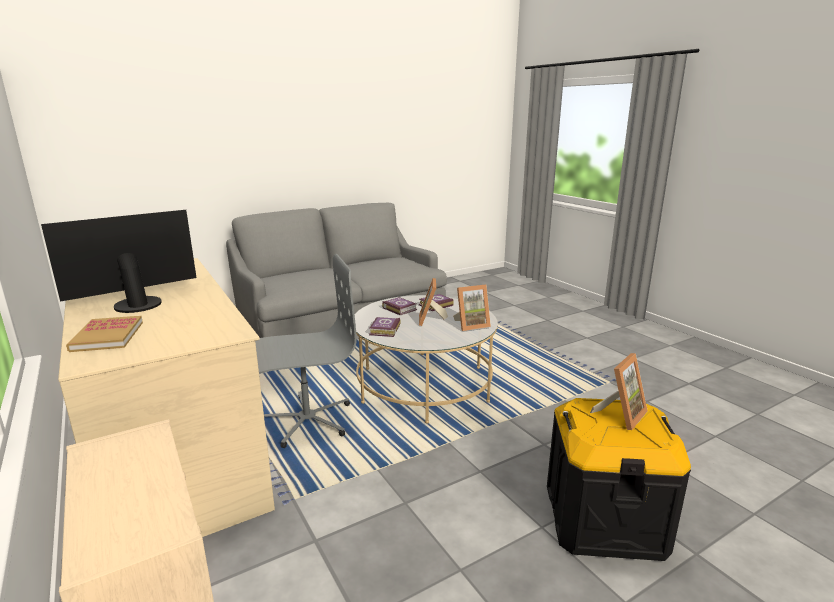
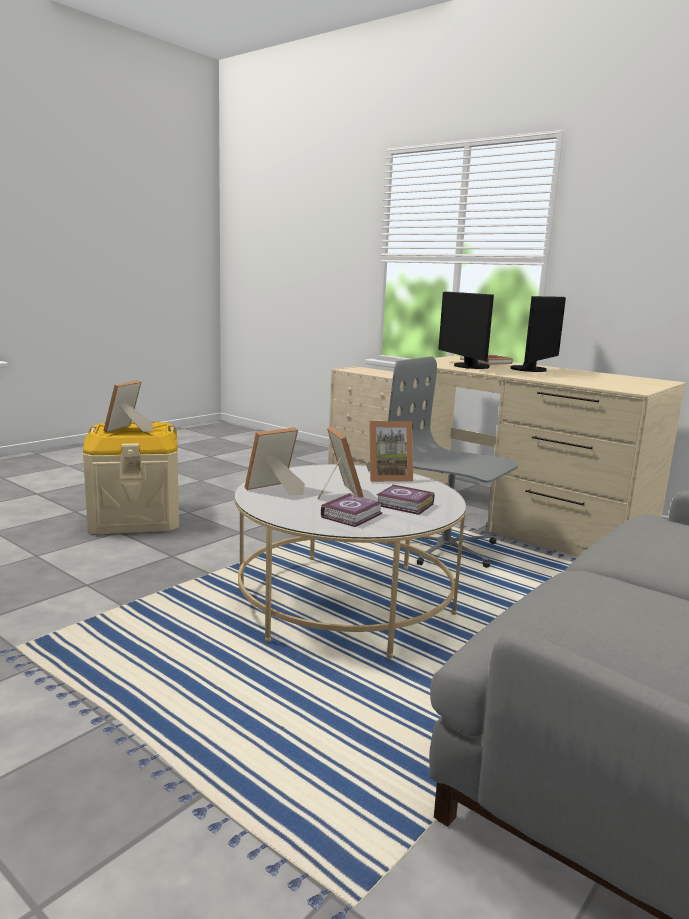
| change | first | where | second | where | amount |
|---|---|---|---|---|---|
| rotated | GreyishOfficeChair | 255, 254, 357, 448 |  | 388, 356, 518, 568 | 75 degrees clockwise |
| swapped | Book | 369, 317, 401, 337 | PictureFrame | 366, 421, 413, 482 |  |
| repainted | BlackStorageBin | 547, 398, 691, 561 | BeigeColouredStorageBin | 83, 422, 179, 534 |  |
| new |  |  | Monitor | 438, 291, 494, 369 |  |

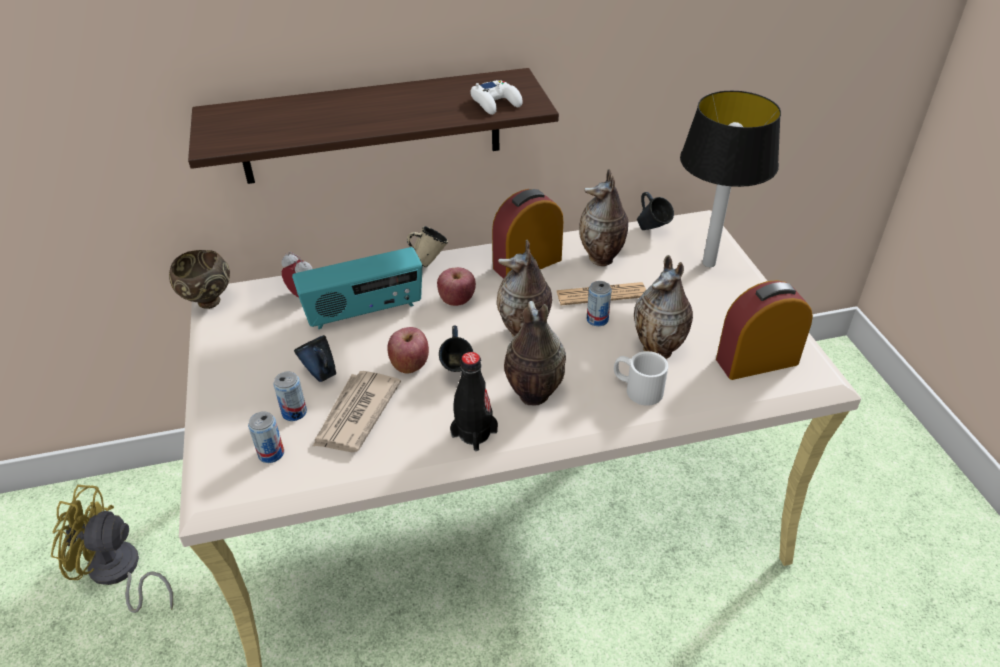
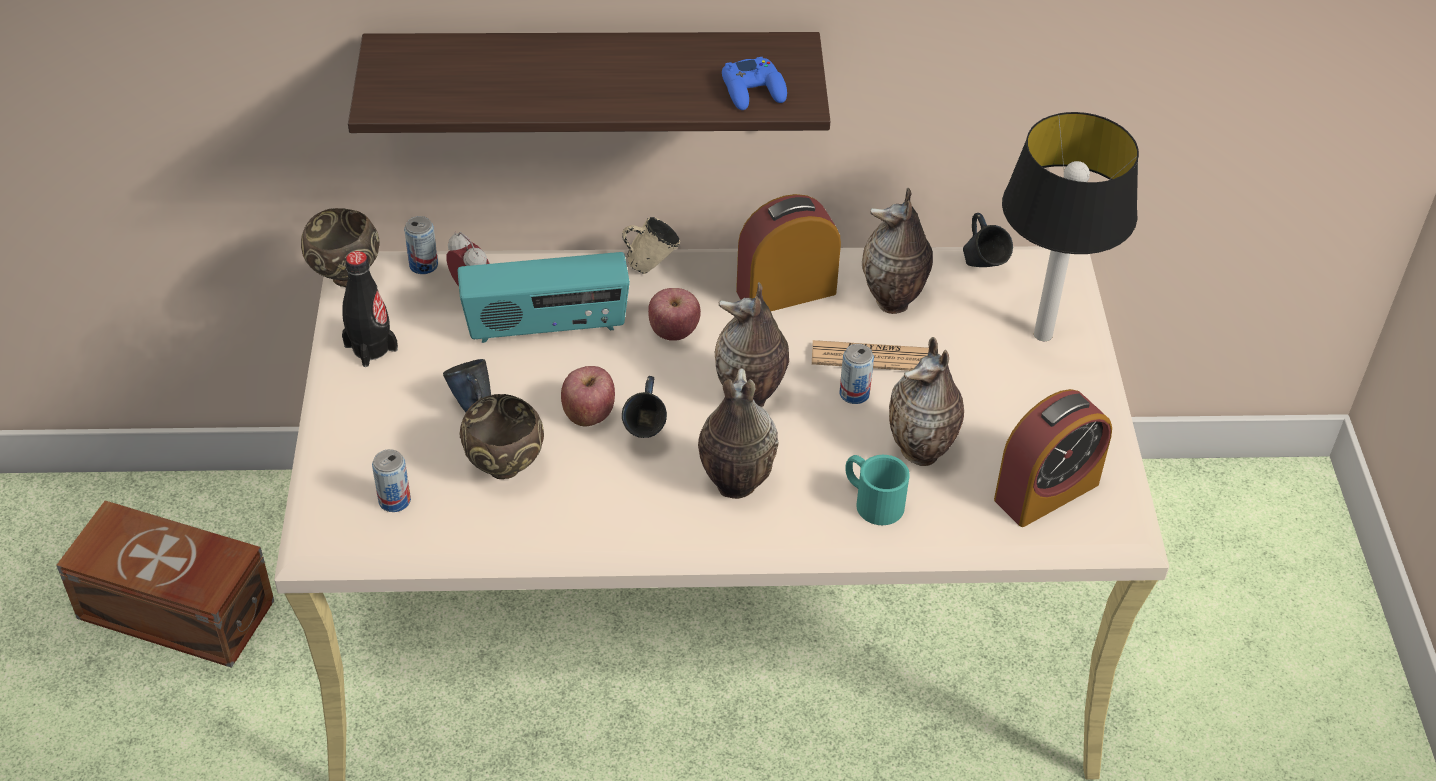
| change | first | where | second | where | amount |
|---|---|---|---|---|---|
| repainted | WhiteGamepad | 470, 80, 523, 115 | BluishGamepad | 722, 57, 787, 110 |  |
| rotated | BedsideClock | 716, 280, 813, 380 |  | 994, 389, 1112, 527 | 150 degrees clockwise |
| repainted | WhiteMug | 614, 351, 668, 406 | BlueGreenMug | 845, 455, 910, 525 |  |
| shifted | BlackBeverageBottle | 450, 352, 498, 451 |  | 342, 251, 398, 367 |  |
| shifted | MetalCan | 274, 371, 307, 421 |  | 404, 216, 438, 274 |  |
| swapped | PrintedPaper | 312, 371, 401, 452 | BrownDeepDish | 460, 394, 544, 479 |  |
| swapped | YellowColouredElectricFan | 51, 485, 173, 613 | BrownStorageBin | 56, 501, 274, 668 |  |

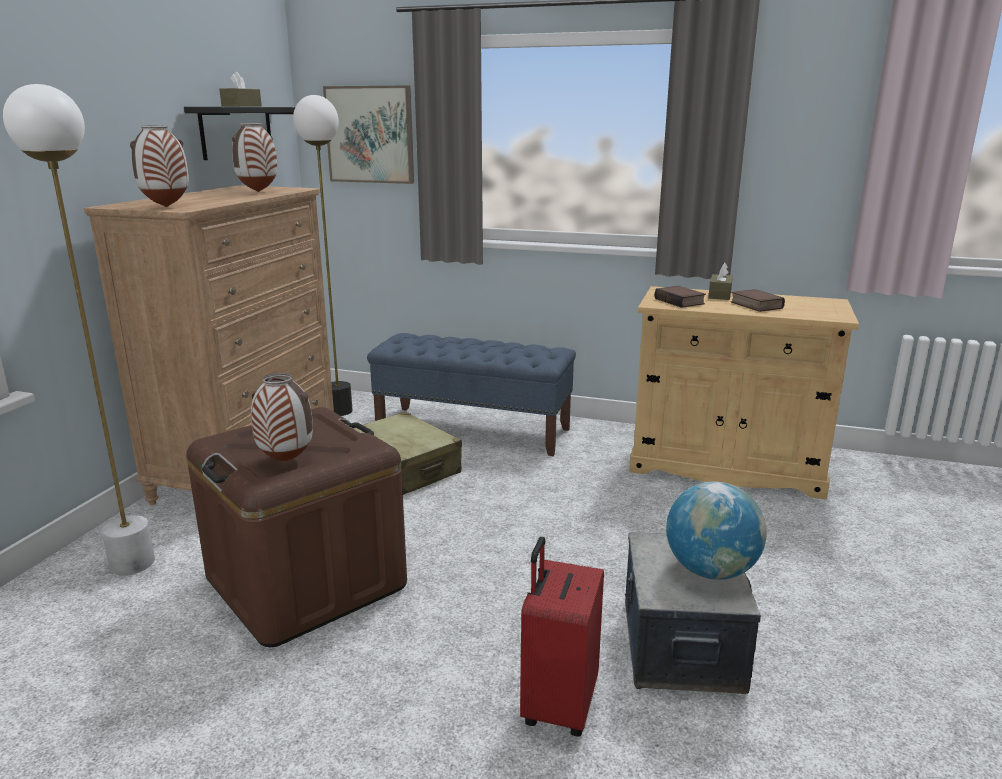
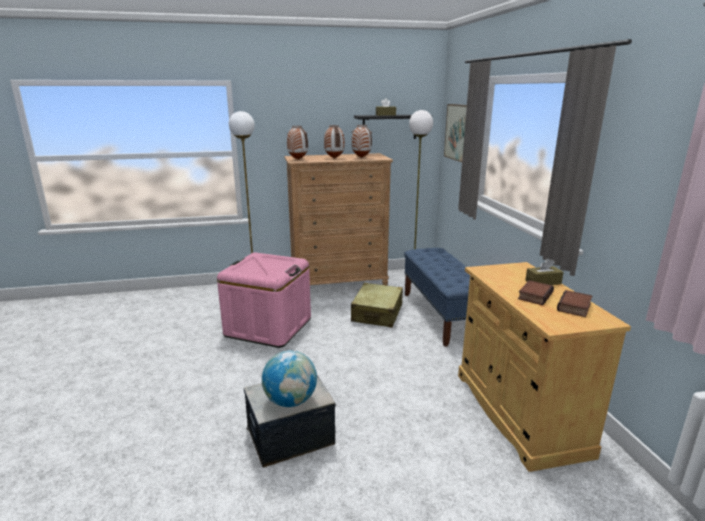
| change | first | where | second | where | amount |
|---|---|---|---|---|---|
| shifted | Book | 654, 286, 706, 308 |  | 557, 290, 592, 317 |  |
| shifted | FlowerVase | 251, 373, 313, 462 |  | 324, 125, 345, 159 |  |
| repainted | BrownStorageBin | 186, 407, 407, 647 | PinkishStorageBin | 217, 253, 311, 348 |  |
| gone | RedColouredSuitcase | 520, 537, 604, 737 |  |  |  |

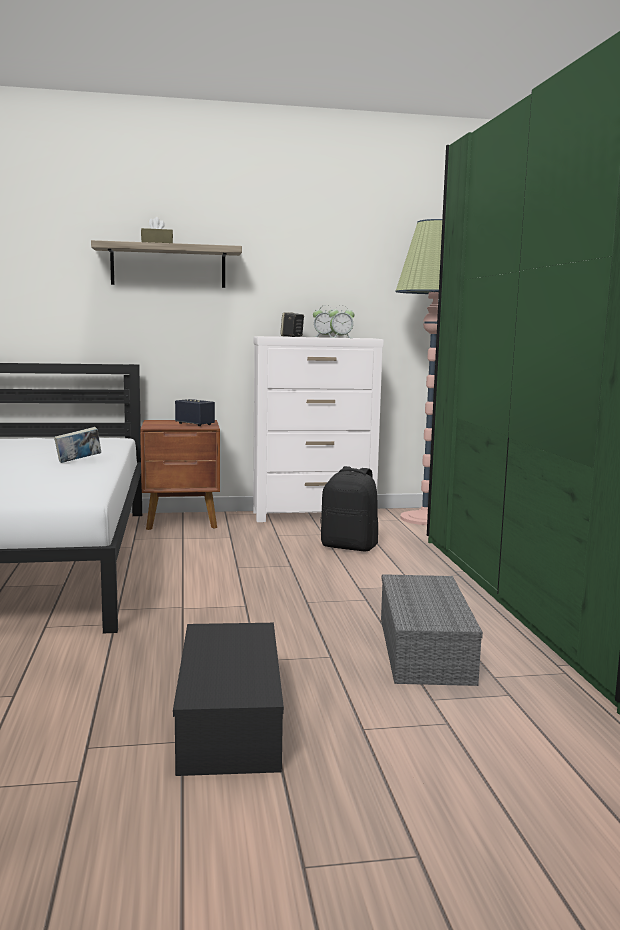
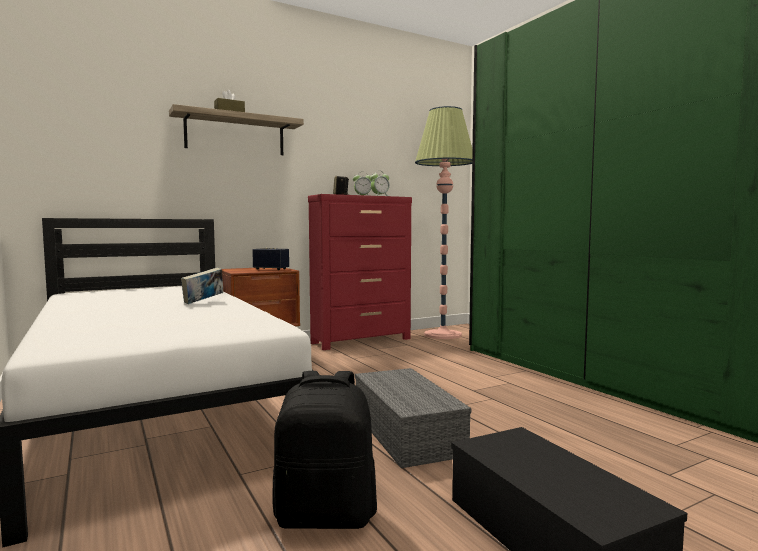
| change | first | where | second | where | amount |
|---|---|---|---|---|---|
| repainted | WhiteDresser | 253, 336, 384, 522 | RedColouredDresser | 308, 194, 412, 350 |  |
| shifted | BlackBackpack | 321, 466, 378, 551 |  | 272, 371, 377, 529 |  |
| shifted | GreyishStorageBin | 381, 574, 483, 686 |  | 355, 368, 471, 468 |  |

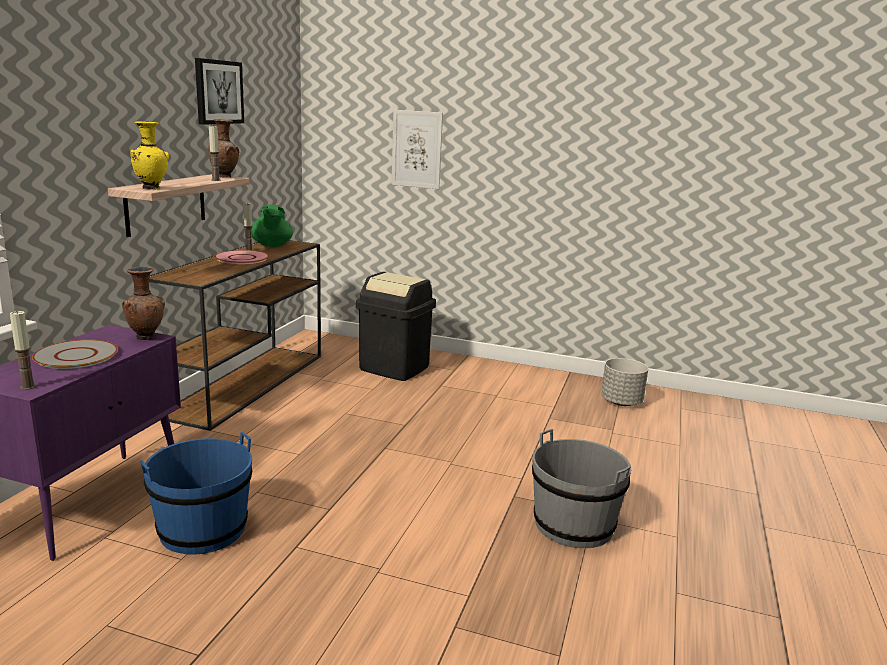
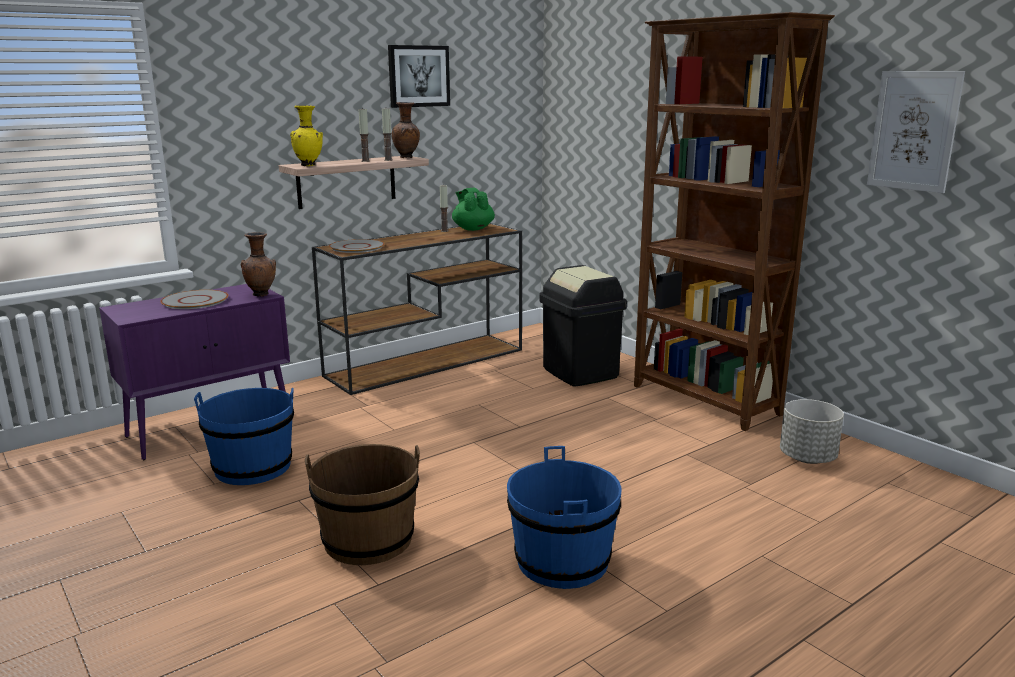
| change | first | where | second | where | amount |
|---|---|---|---|---|---|
| shifted | WallArt | 391, 110, 443, 189 |  | 867, 71, 965, 193 |  |
| rotated | GreenishTeapot | 251, 205, 293, 247 |  | 452, 188, 495, 231 | 135 degrees clockwise |
| gone | PinkishDinnerPlate | 214, 250, 270, 264 |  |  |  |
| shifted | WaxCandle | 10, 310, 36, 390 |  | 359, 107, 370, 162 |  |
| repainted | GreyishPail | 532, 429, 631, 548 | BluishPail | 507, 446, 621, 589 |  |
| new |  |  | BrownShelvingUnit | 634, 12, 835, 431 |  |
| new |  |  | GreyishDinnerPlate | 329, 239, 385, 253 |  |
| new |  |  | BrownPail | 305, 444, 420, 565 |  |

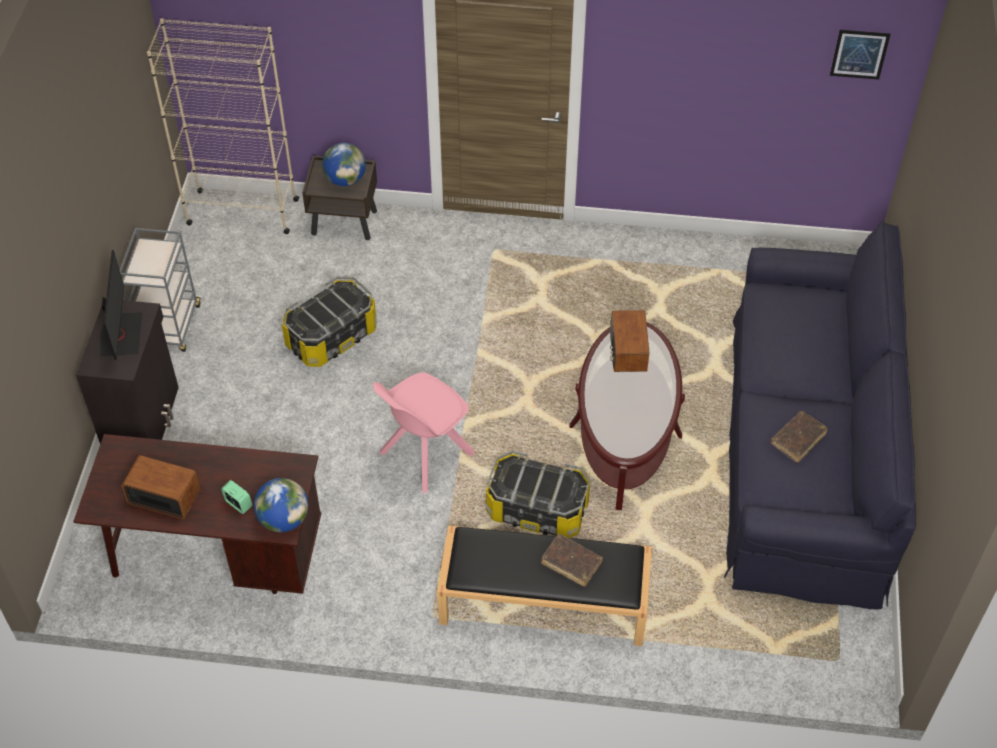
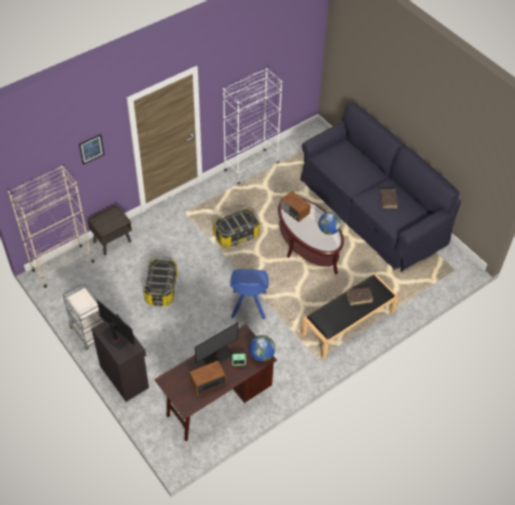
| change | first | where | second | where | amount |
|---|---|---|---|---|---|
| shifted | WallArt | 830, 30, 891, 80 |  | 79, 134, 105, 165 |  |
| shifted | DeskGlobe | 322, 143, 366, 186 |  | 319, 212, 341, 235 |  |
| repainted | PinkishPlainChair | 373, 372, 475, 493 | BluishPlainChair | 230, 269, 269, 320 |  |
| shifted | StorageBin | 486, 451, 590, 538 |  | 213, 207, 260, 248 |  |
| new |  |  | WhiteShelvingUnit | 223, 68, 282, 184 |  |
| new |  |  | Monitor | 195, 322, 238, 365 |  |

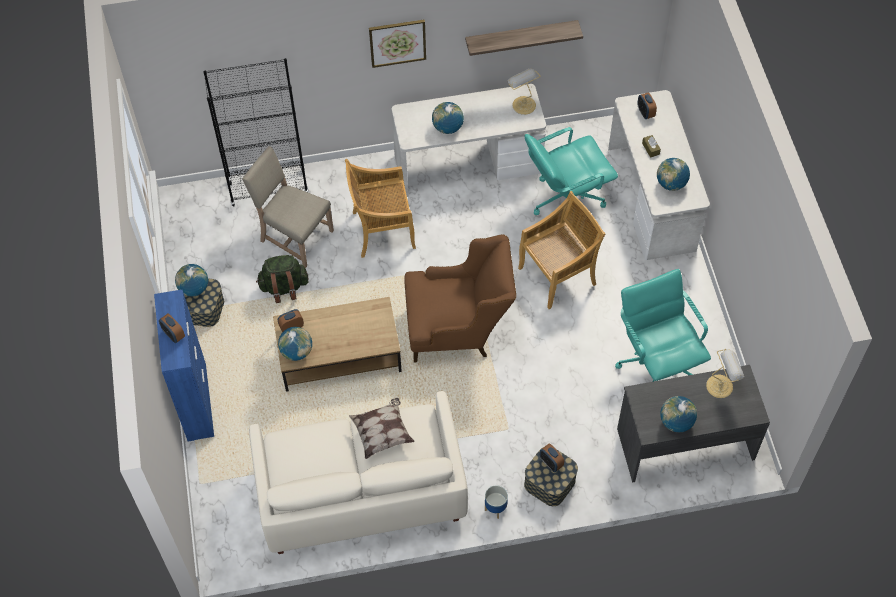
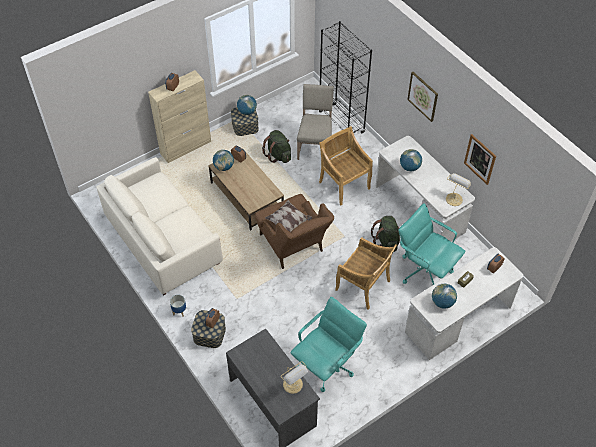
| change | first | where | second | where | amount |
|---|---|---|---|---|---|
| swapped | WallShelf | 465, 20, 583, 56 | WallArt | 464, 134, 496, 185 |  |
| repainted | BluishCabinet | 154, 290, 214, 442 | BeigeColouredCabinet | 148, 70, 211, 163 |  |
| gone | DeskGlobe | 660, 396, 697, 432 |  |  |  |
| shifted | Pillow | 349, 398, 414, 459 |  | 265, 200, 312, 232 |  |
| new |  |  | GreenishBackpack | 371, 216, 400, 252 |  |

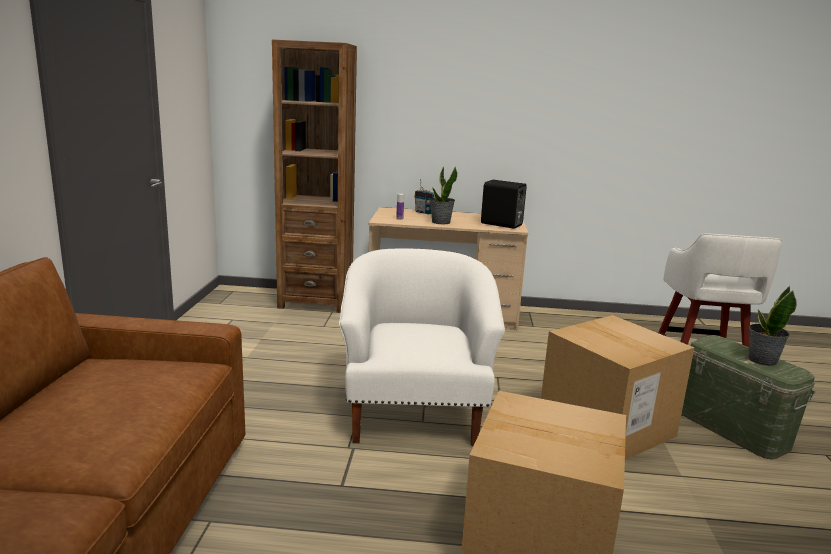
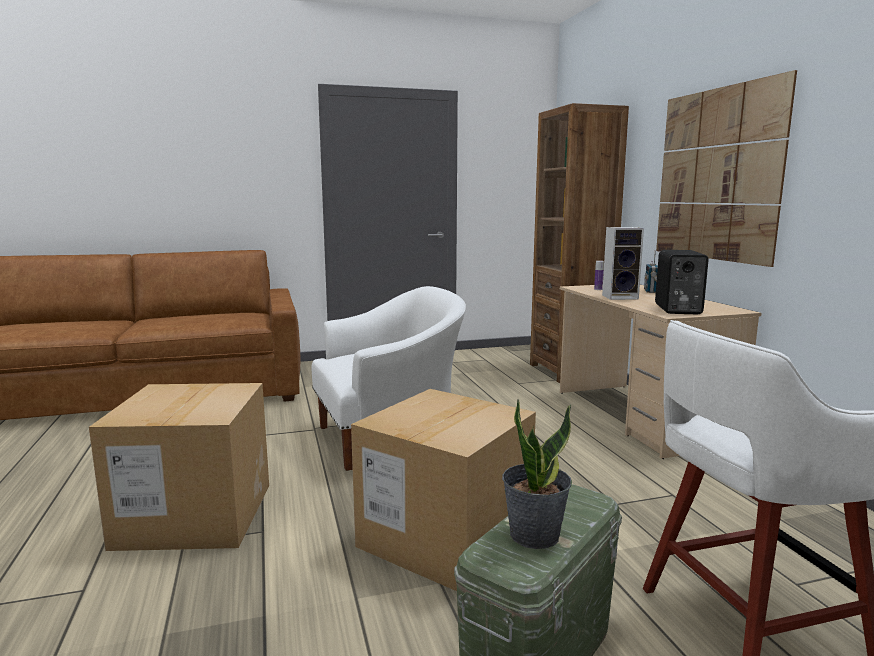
| change | first | where | second | where | amount |
|---|---|---|---|---|---|
| swapped | Houseplant | 429, 166, 457, 224 | Loudspeaker | 602, 227, 644, 300 |  |
| new |  |  | WallArt | 656, 70, 797, 267 |  |

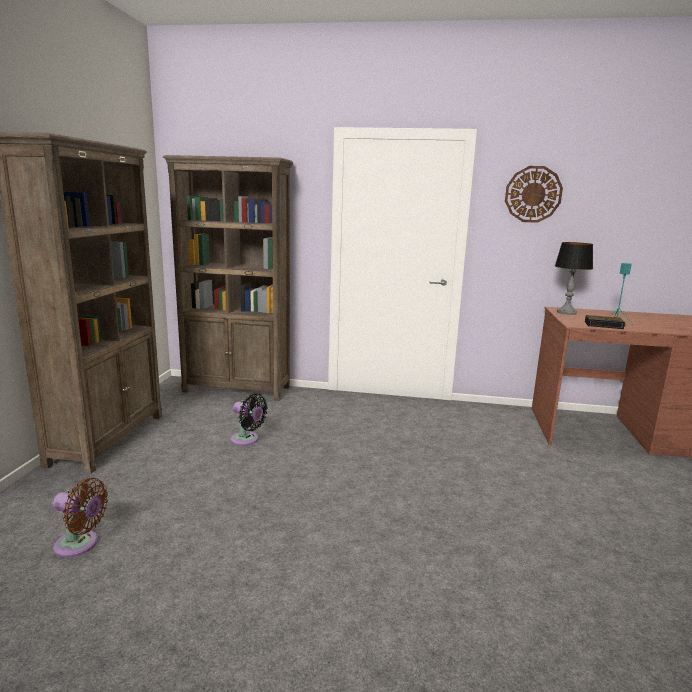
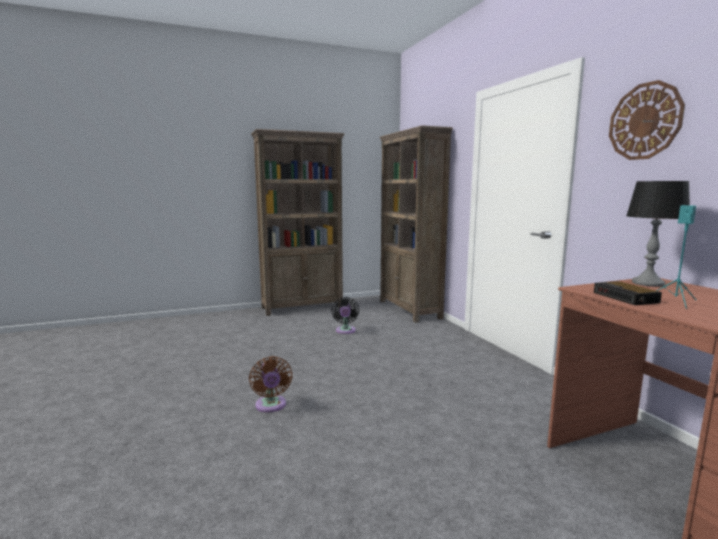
| change | first | where | second | where | amount |
|---|---|---|---|---|---|
| shifted | BrownElectricFan | 52, 478, 108, 558 |  | 249, 356, 293, 412 |  |

